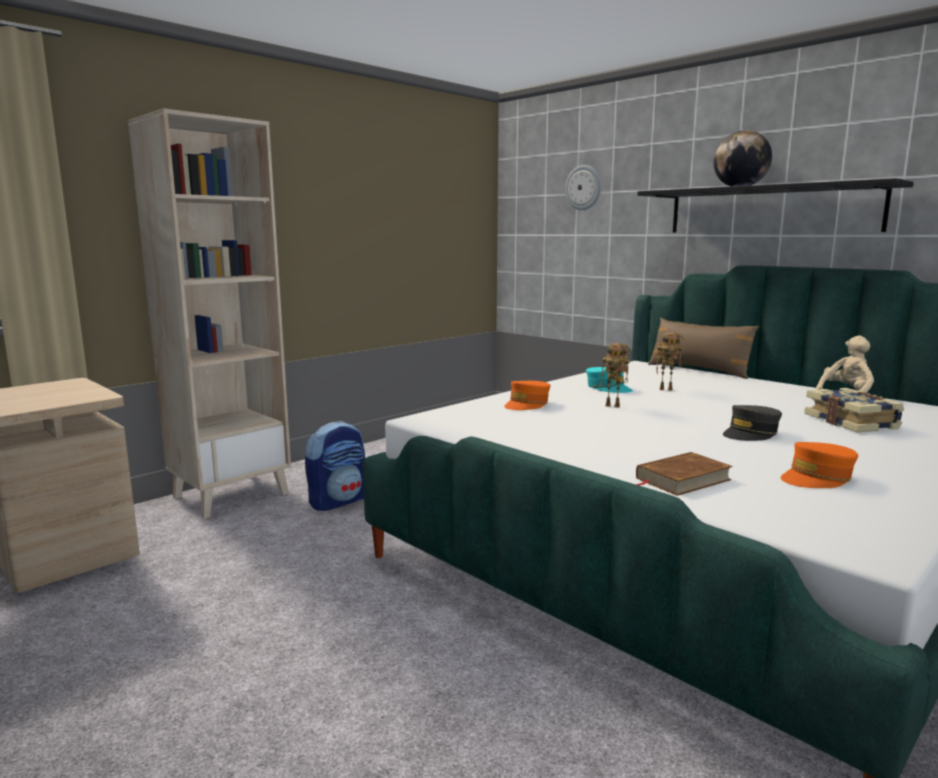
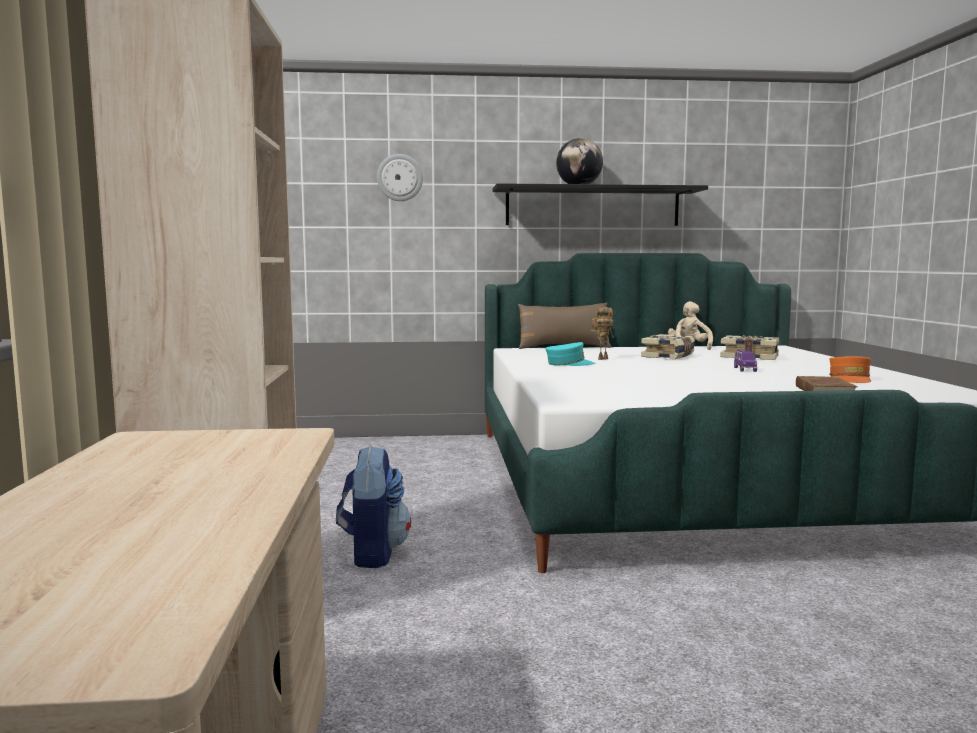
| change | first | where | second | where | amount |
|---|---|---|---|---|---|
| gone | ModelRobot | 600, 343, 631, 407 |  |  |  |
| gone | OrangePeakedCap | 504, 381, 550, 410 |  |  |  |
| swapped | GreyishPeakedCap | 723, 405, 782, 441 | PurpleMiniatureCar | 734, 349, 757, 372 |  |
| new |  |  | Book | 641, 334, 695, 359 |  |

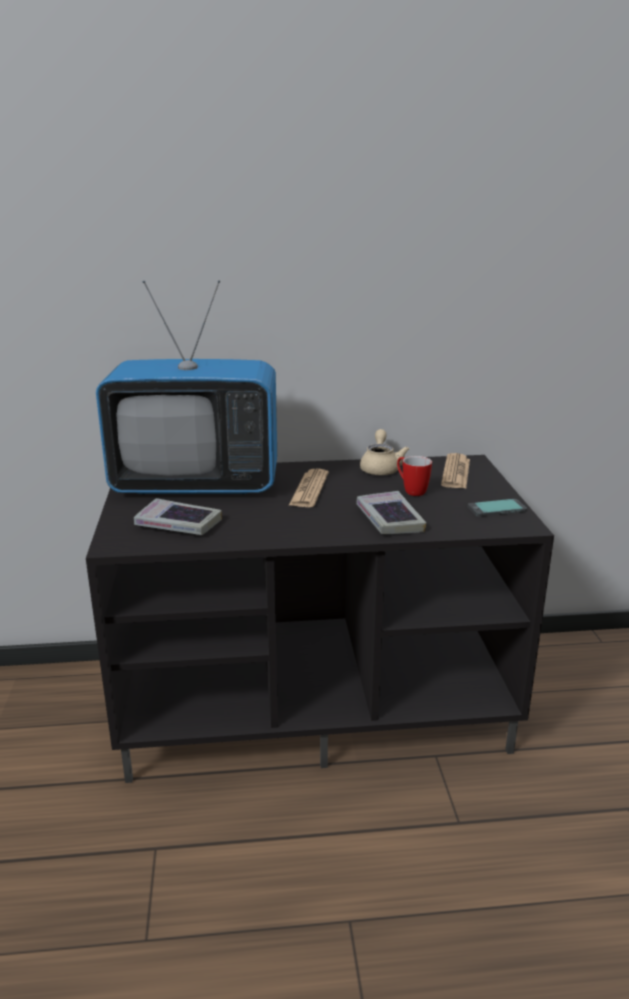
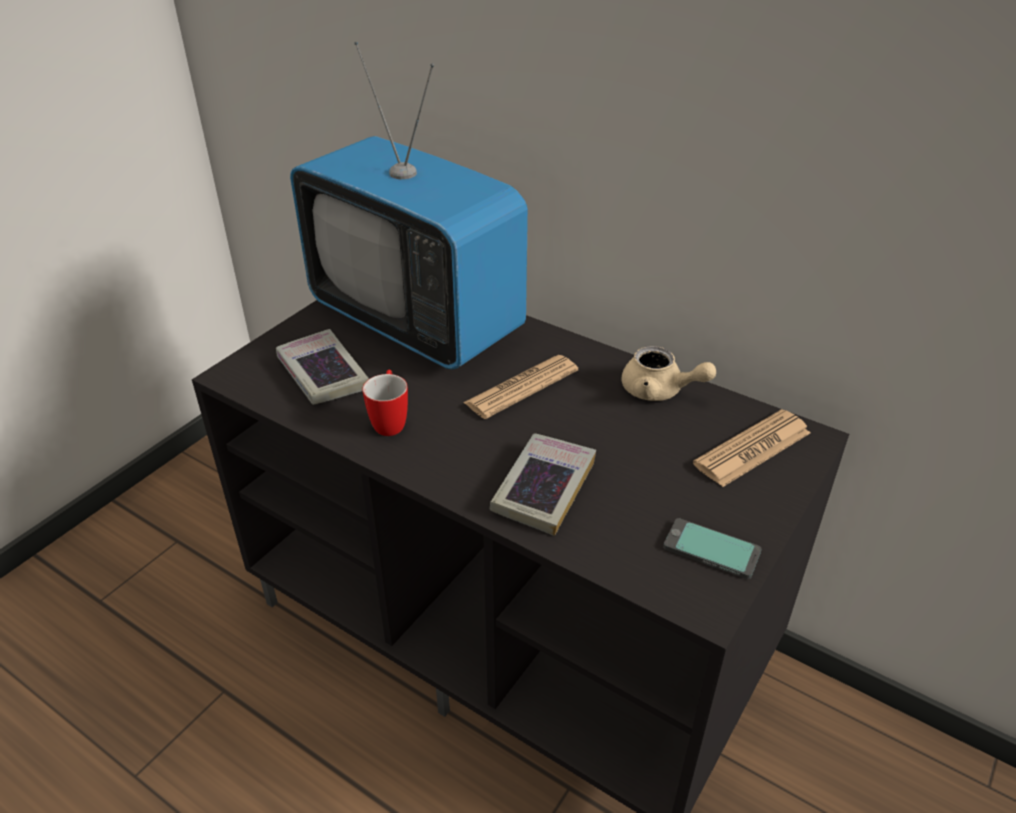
| change | first | where | second | where | amount |
|---|---|---|---|---|---|
| rotated | BeigeColouredTeapot | 360, 429, 409, 475 |  | 622, 346, 716, 401 | 75 degrees clockwise |
| shifted | Mug | 397, 456, 432, 496 |  | 362, 370, 408, 436 |  |

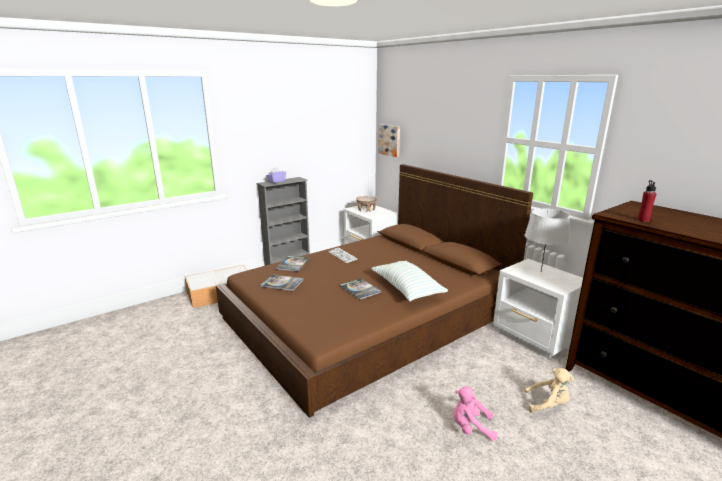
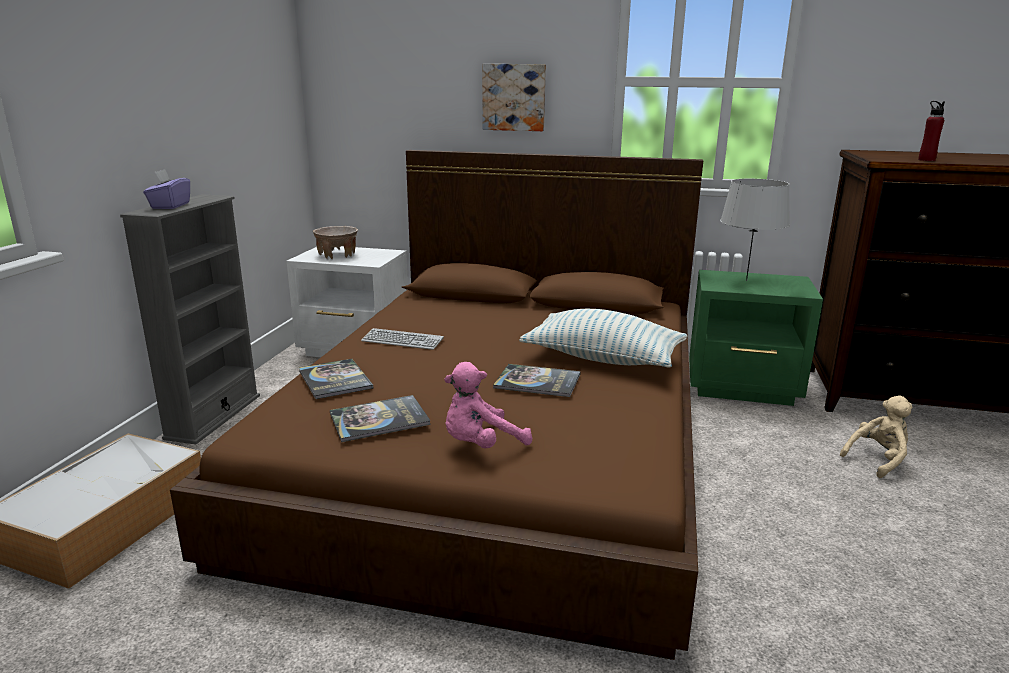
| change | first | where | second | where | amount |
|---|---|---|---|---|---|
| shifted | WallArt | 378, 124, 400, 157 |  | 482, 64, 546, 131 |  |
| repainted | WhiteNightTable | 493, 259, 583, 359 | GreenishNightTable | 689, 270, 823, 406 |  |
| shifted | PinkishSoftToy | 453, 386, 497, 441 |  | 444, 362, 532, 448 |  |

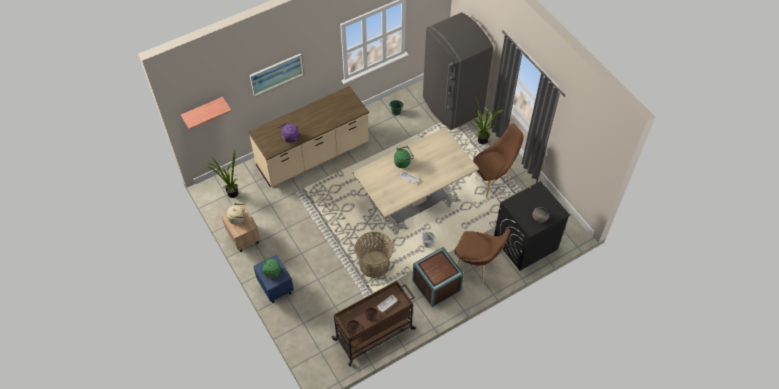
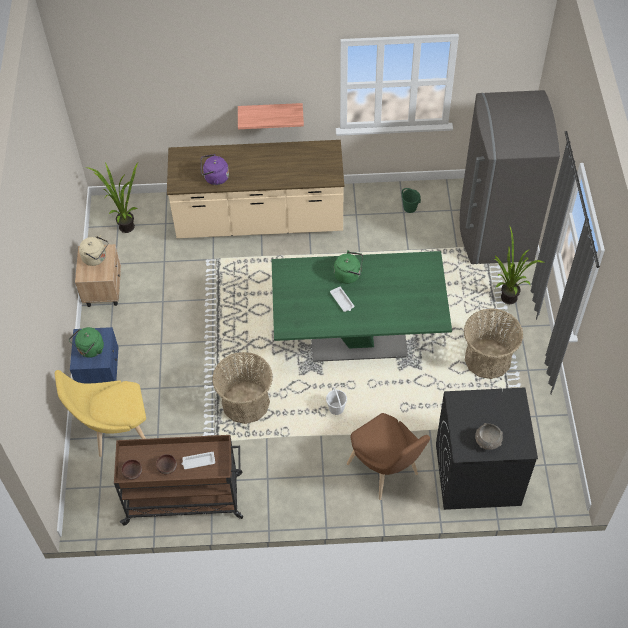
| change | first | where | second | where | amount |
|---|---|---|---|---|---|
| gone | WallArt | 250, 53, 304, 97 |  |  |  |
| shifted | WallShelf | 181, 97, 232, 130 |  | 238, 103, 304, 129 |  |
| swapped | BrownPlainChair | 469, 123, 524, 198 | Basket | 464, 308, 524, 379 |  |
| repainted | BeigeColouredKitchenTable | 353, 127, 479, 224 | GreenishKitchenTable | 272, 251, 452, 362 |  |
| gone | Crate | 412, 247, 464, 307 |  |  |  |
| new |  |  | YellowColouredPlainChair | 55, 370, 146, 457 |  |

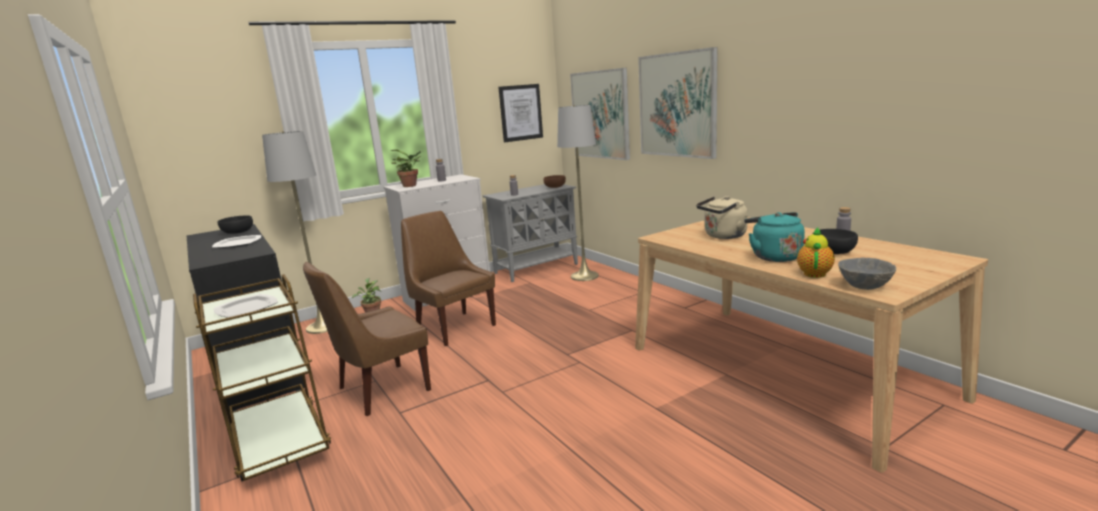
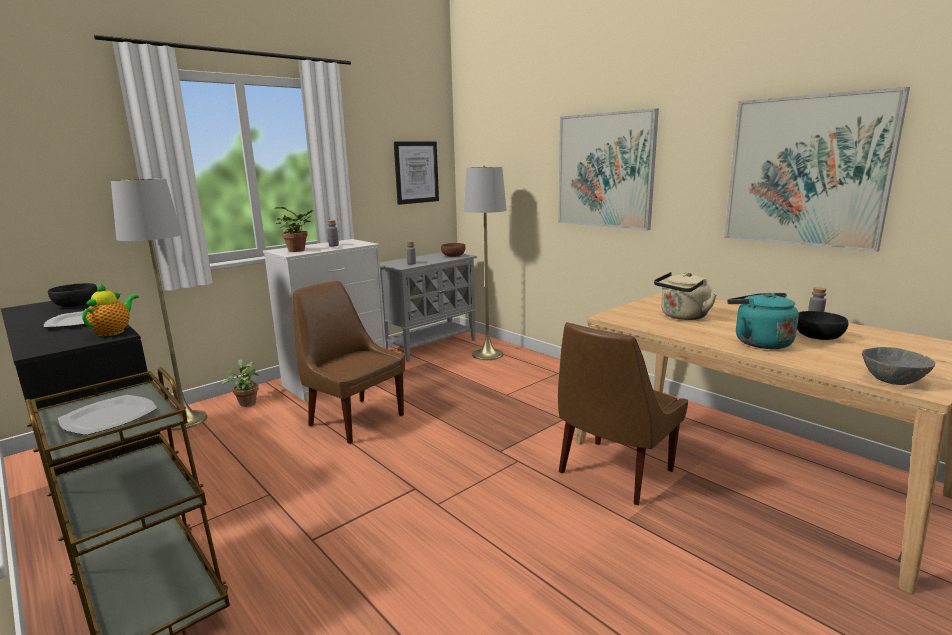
| change | first | where | second | where | amount |
|---|---|---|---|---|---|
| shifted | WallArt | 570, 68, 630, 160 |  | 724, 87, 910, 252 |  |
| shifted | Teapot | 797, 227, 835, 278 |  | 82, 283, 139, 337 |  |
| shifted | BrownPlainChair | 303, 262, 431, 416 |  | 558, 322, 688, 505 |  |

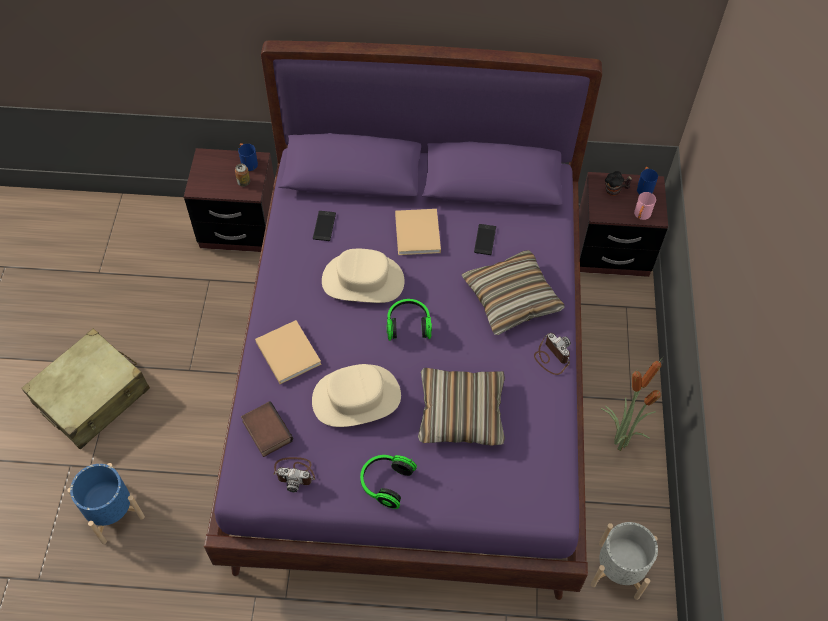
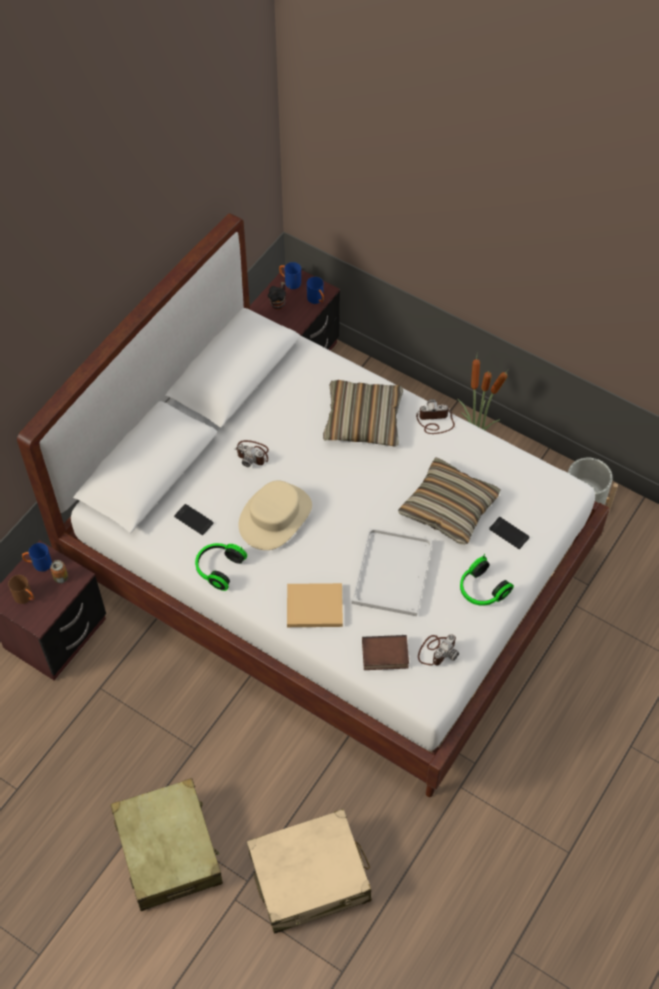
| change | first | where | second | where | amount |
|---|---|---|---|---|---|
| repainted | PurpleSleepingBed | 204, 40, 602, 600 | WhiteSleepingBed | 17, 213, 610, 797 |  |
| repainted | PinkishMug | 634, 192, 656, 220 | BluishMug | 307, 277, 324, 304 |  |
| swapped | BeigeColouredBook | 395, 209, 441, 255 | PhotoCamera | 235, 440, 269, 467 |  |
| shifted | Handset | 474, 224, 496, 255 |  | 489, 517, 530, 549 |  |
| shifted | Headphones | 387, 299, 432, 341 |  | 195, 543, 247, 591 |  |
| swapped | BeigeColouredClothingHat | 312, 364, 401, 427 | WhiteTray | 352, 528, 433, 616 |  |
| swapped | BluishPlanter | 67, 463, 145, 544 | BeigeColouredSuitcase | 247, 809, 371, 933 |  |
| new |  |  | BrownMug | 8, 575, 35, 604 |  |

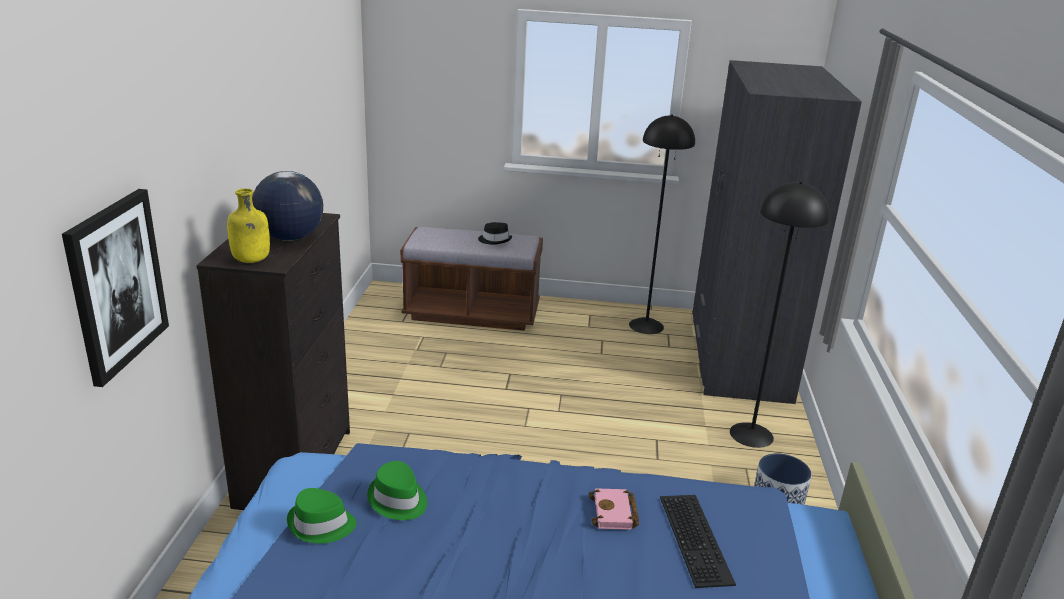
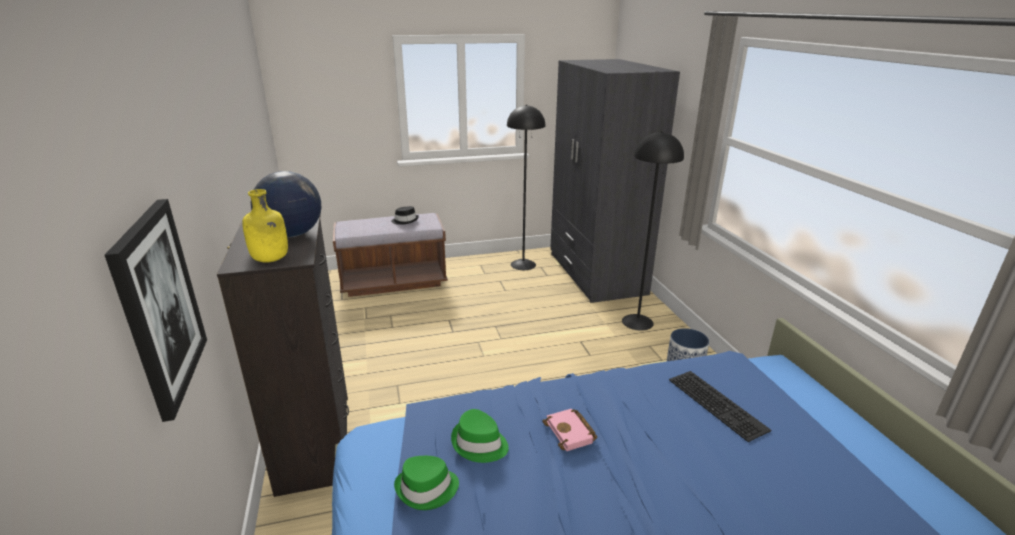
| change | first | where | second | where | amount |
|---|---|---|---|---|---|
| shifted | PinkishBook | 589, 488, 639, 530 |  | 542, 409, 597, 451 |  |

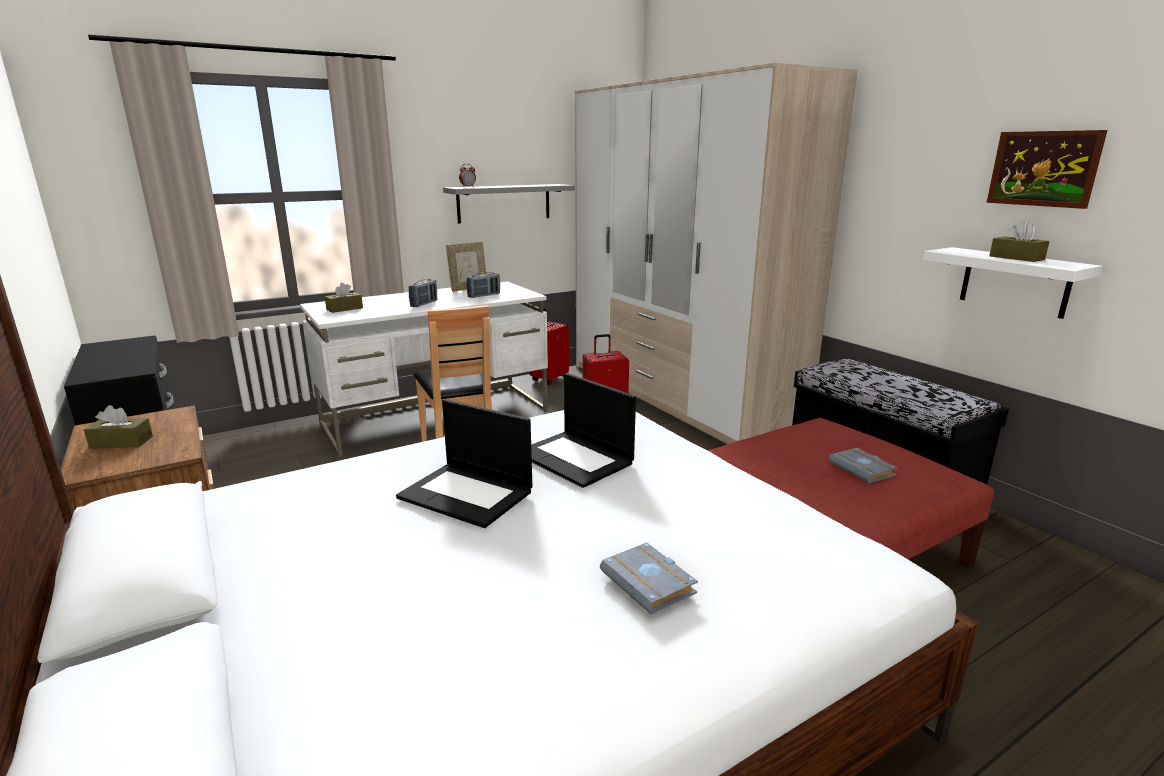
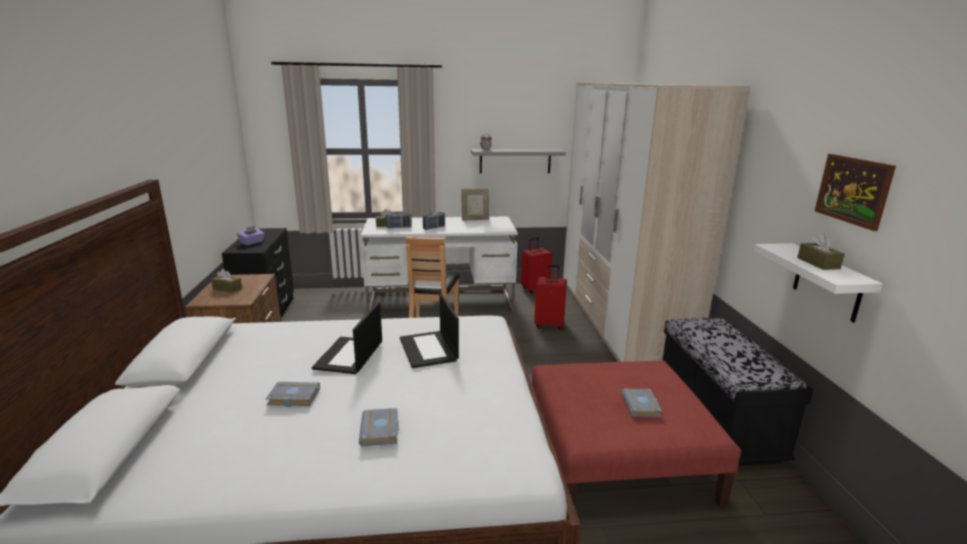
| change | first | where | second | where | amount |
|---|---|---|---|---|---|
| shifted | RadioReceiver | 467, 272, 500, 298 |  | 386, 211, 412, 229 |  |
| rotated | Laptop | 396, 399, 532, 528 |  | 312, 302, 382, 374 | 45 degrees clockwise |
| new |  |  | PurpleTissueHolder | 237, 226, 264, 245 |  |
| new |  |  | GreyishBook | 266, 382, 320, 407 |  |

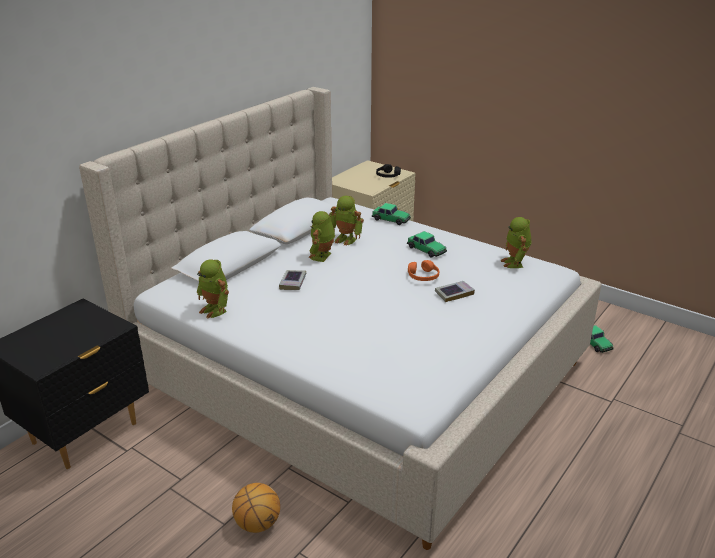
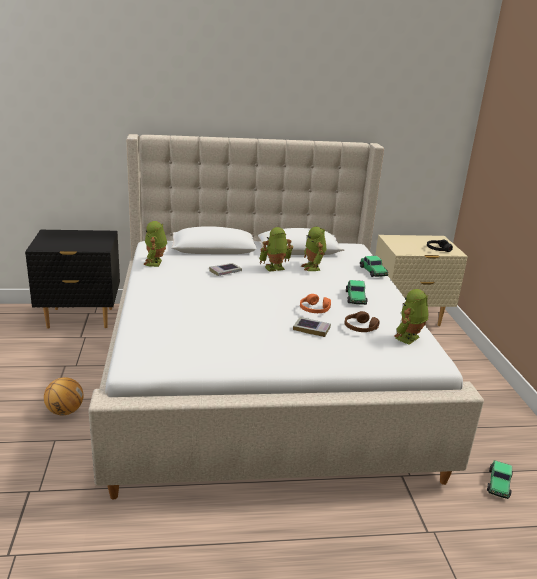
| change | first | where | second | where | amount |
|---|---|---|---|---|---|
| new |  |  | BrownHeadphones | 345, 311, 380, 332 |  |

